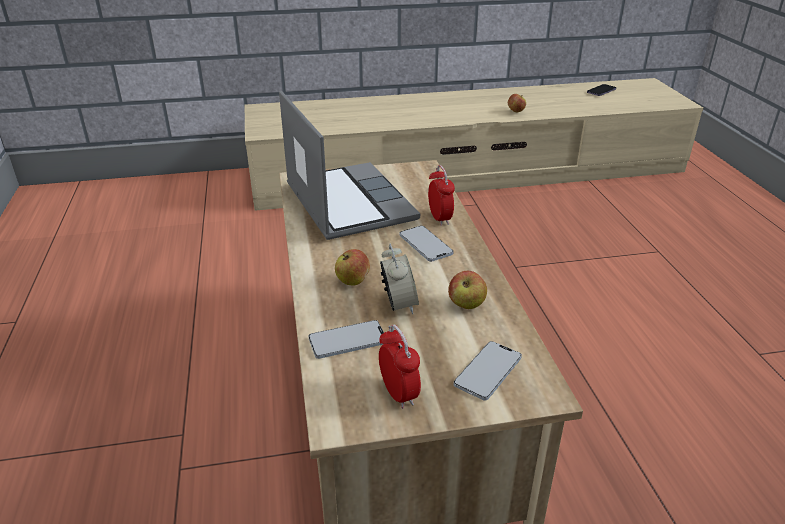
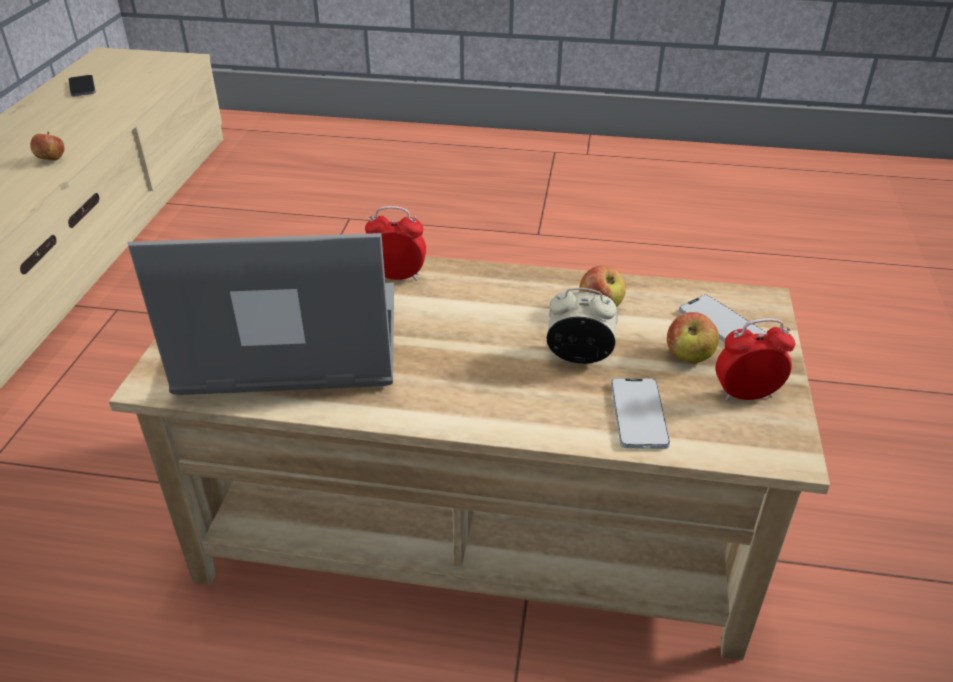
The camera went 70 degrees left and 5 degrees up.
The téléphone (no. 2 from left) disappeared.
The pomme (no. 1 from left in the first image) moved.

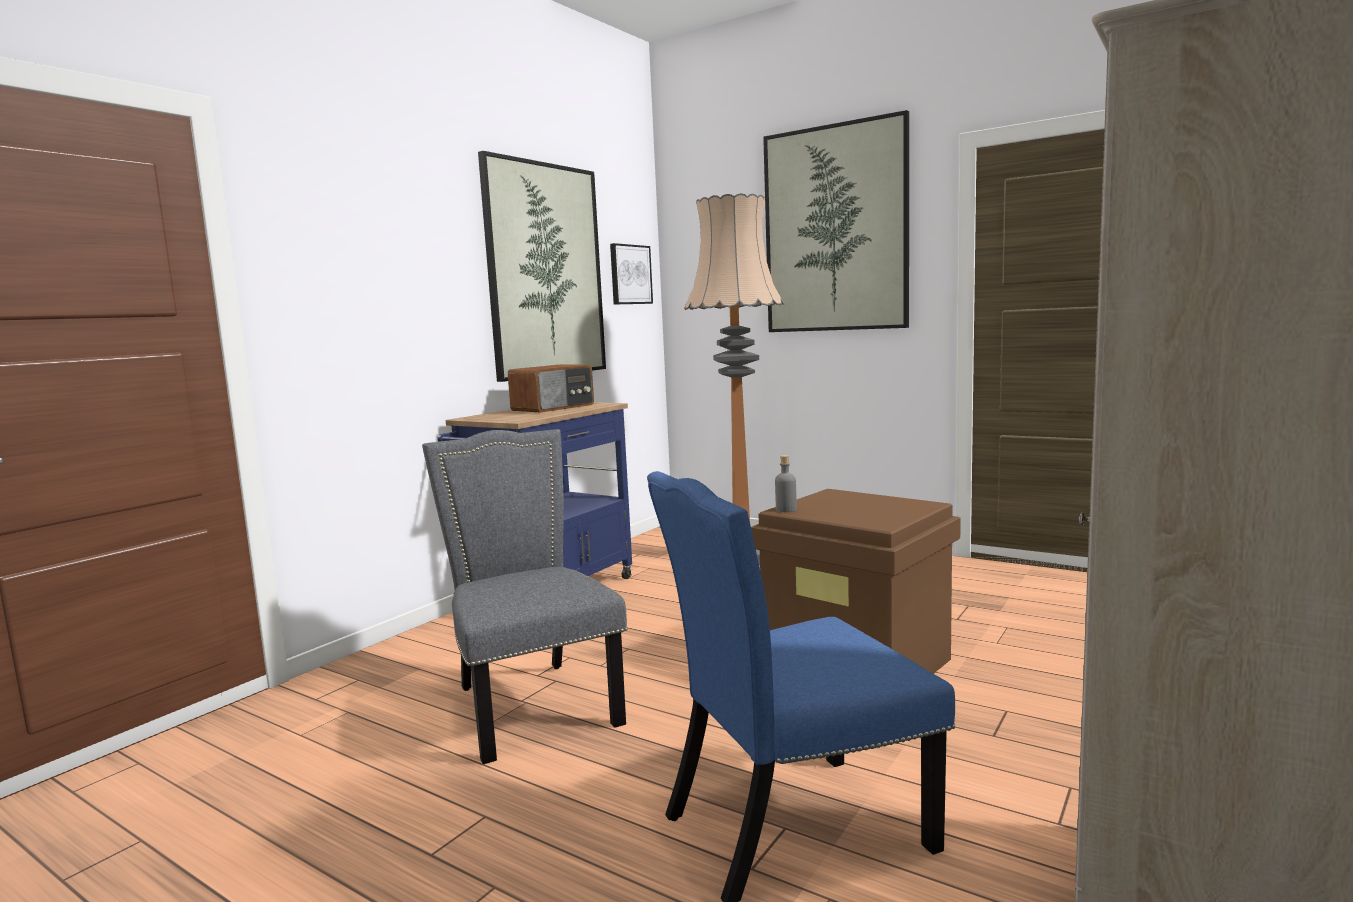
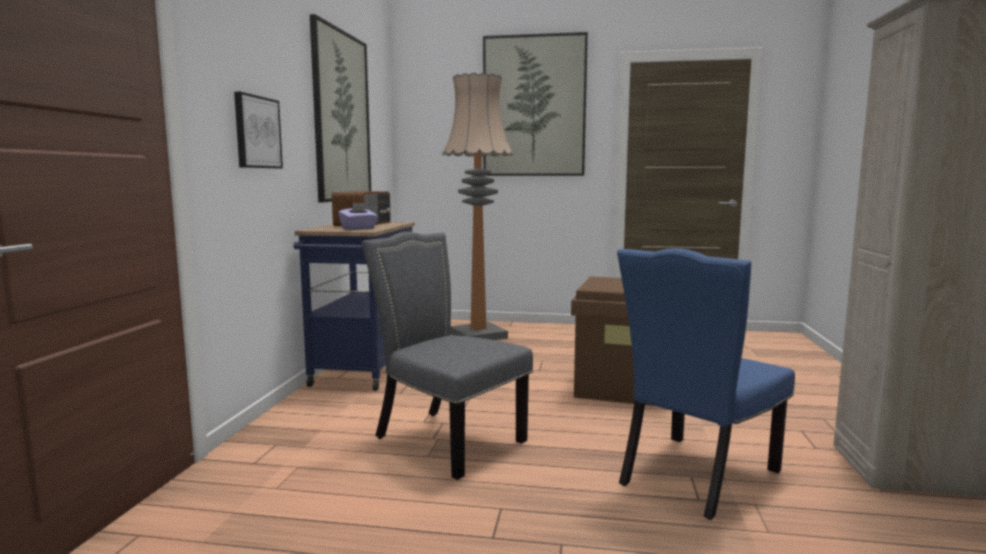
The camera went 25 degrees left and 0 degrees up.
The bouteille [gris] disappeared.
The boîte à mouchoirs [violet] appeared.
The tableau (no. 2 from left in the first image) moved.

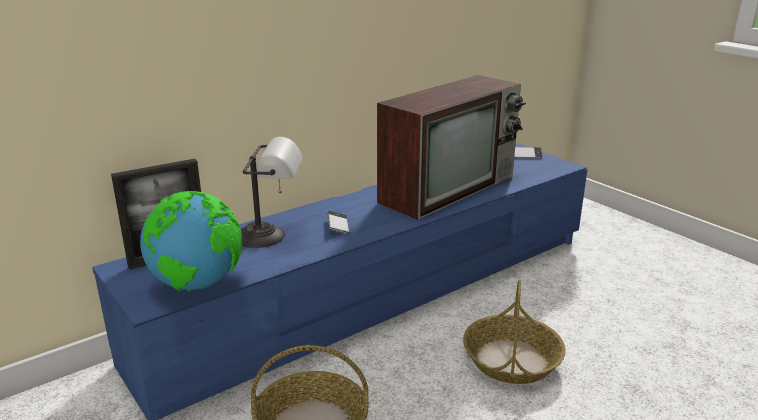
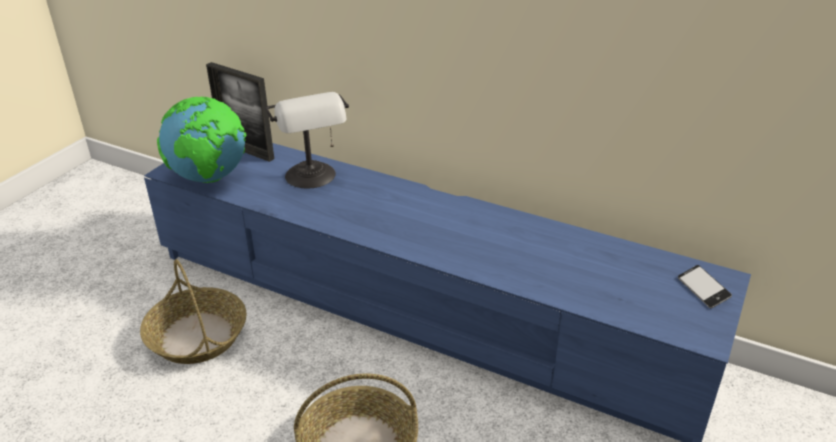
The camera went 65 degrees right and 10 degrees up.
The téléphone (no. 1 from left) disappeared.
The téléviseur disappeared.

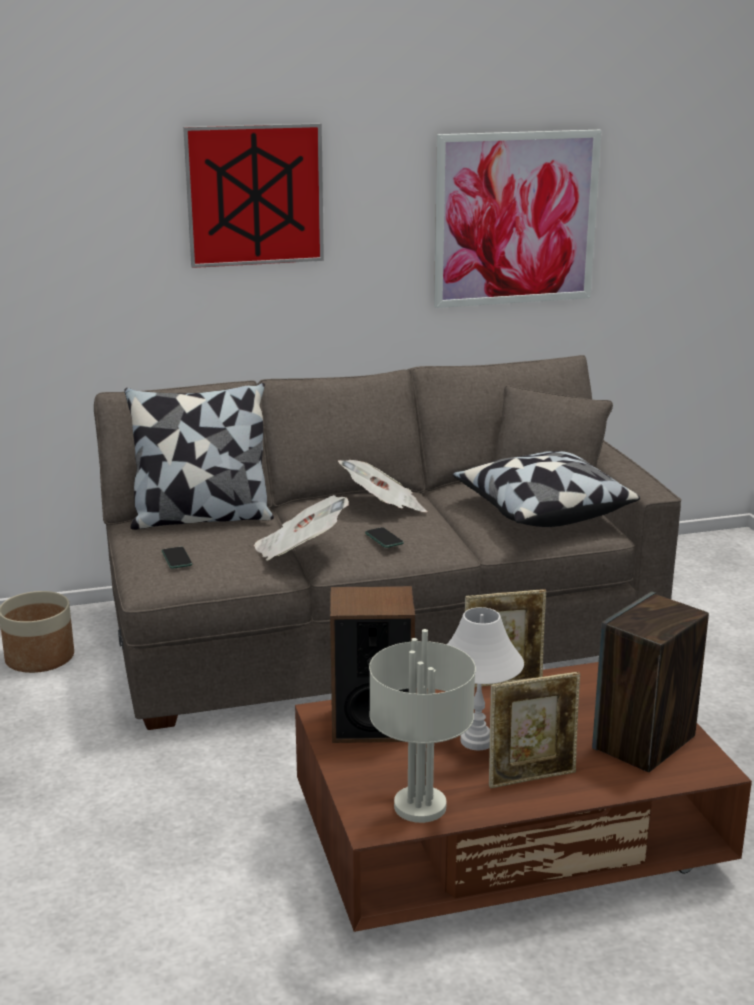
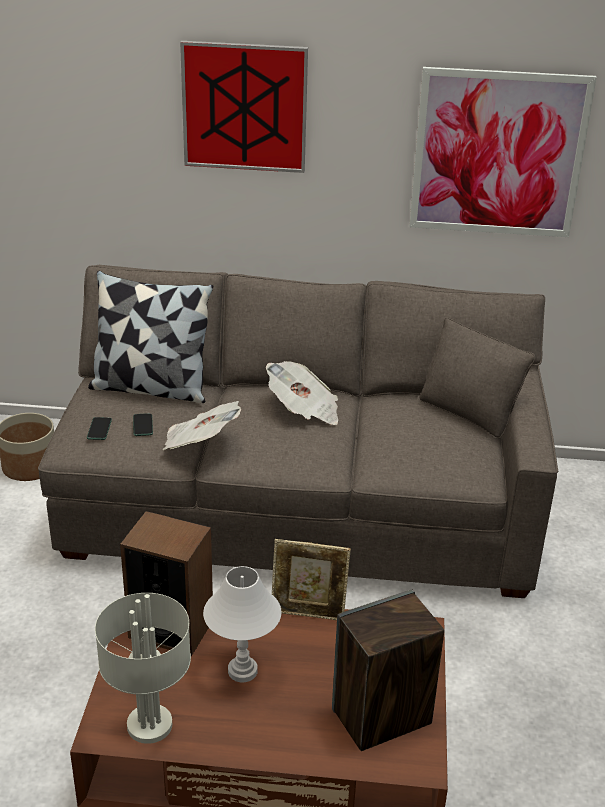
The camera went 20 degrees right and 10 degrees up.
The coussin (no. 2 from left) disappeared.
The cadre photo (no. 2 from left) disappeared.
The téléphone (no. 2 from left) moved.

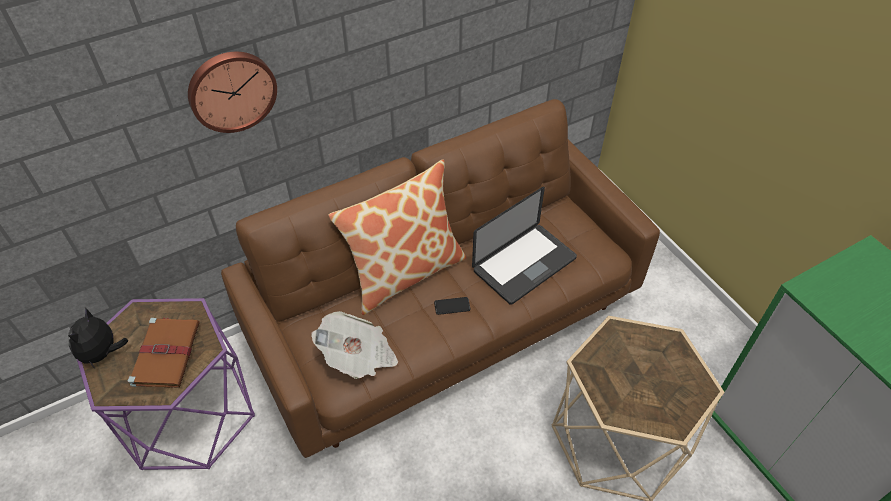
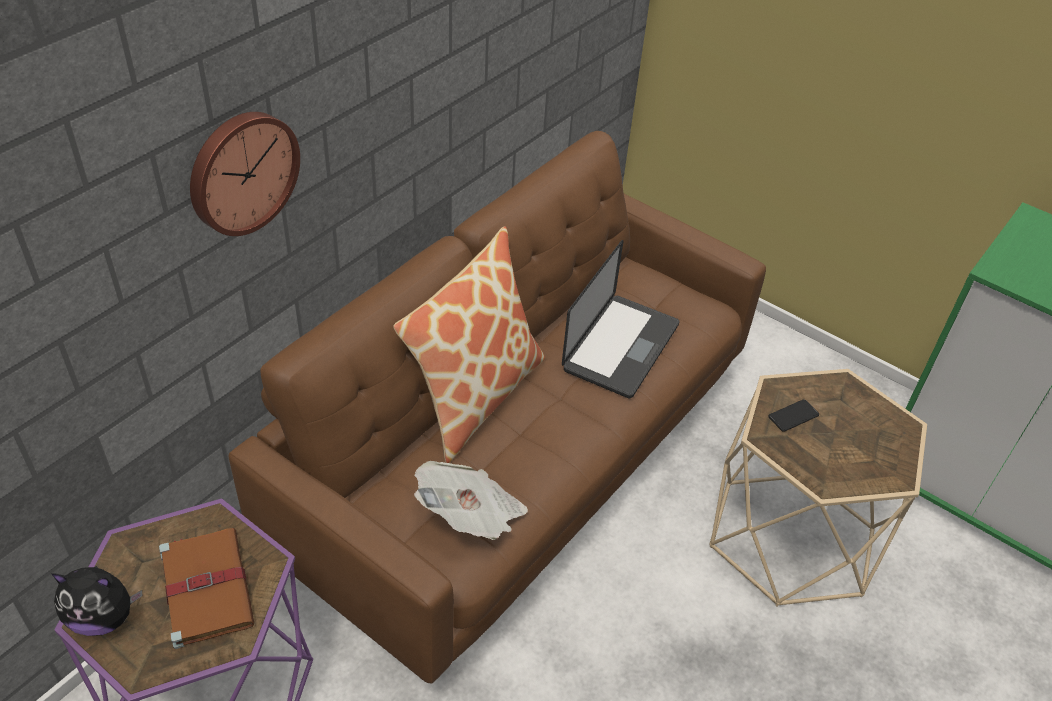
The camera went 25 degrees left and 5 degrees down.
The téléphone moved.
The peluche turned 75 degrees counterclockwise.

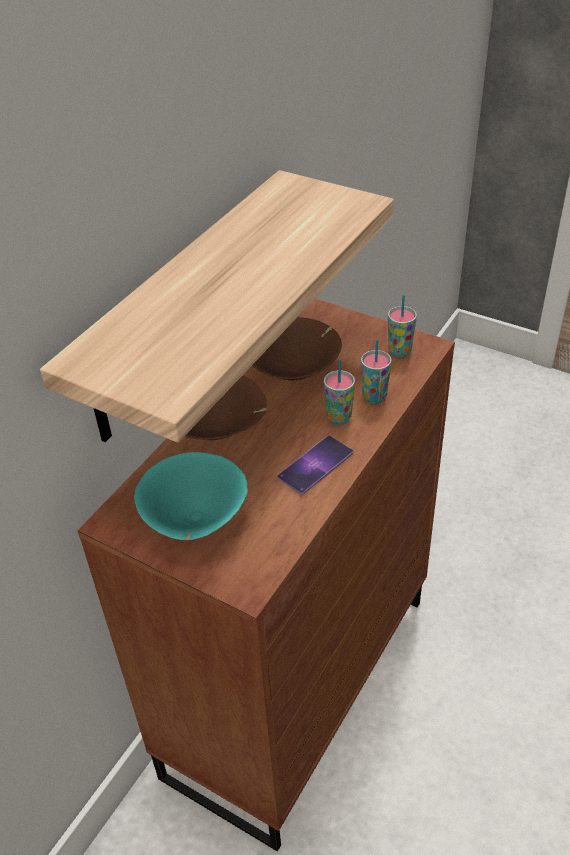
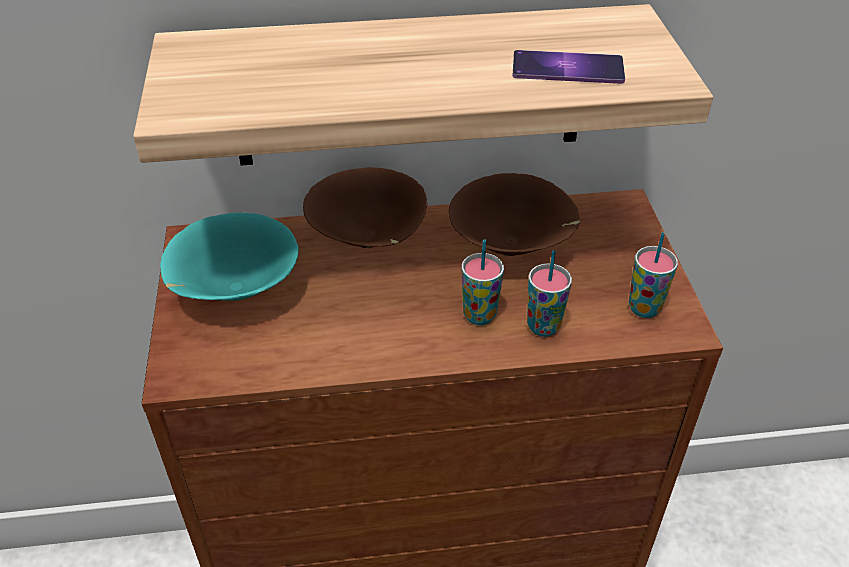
The camera went 50 degrees right and 0 degrees up.
The téléphone moved.

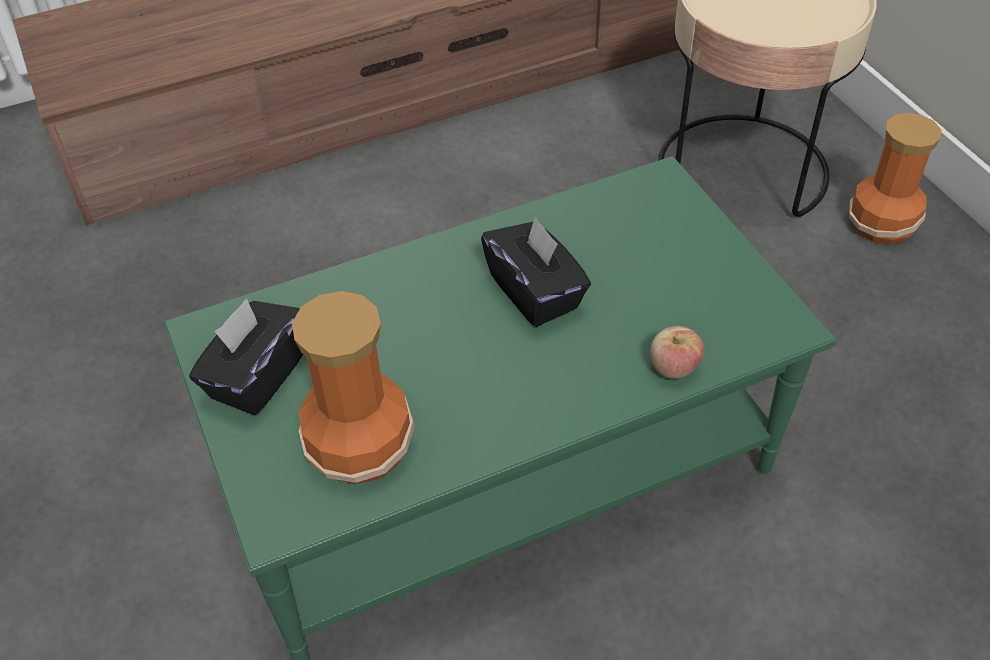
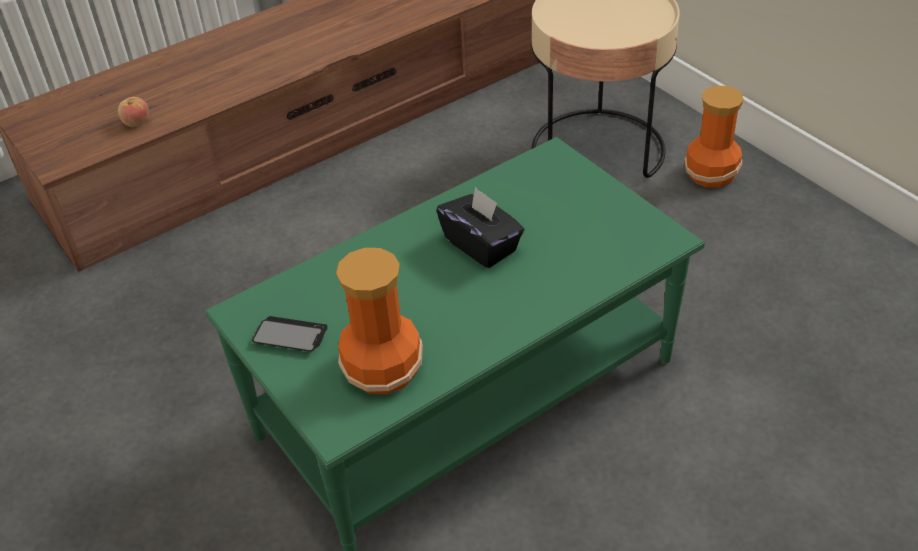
The camera went 10 degrees left and 5 degrees down.
The pomme moved.
The boîte à mouchoirs [noir] (no. 1 from left) was replaced by the téléphone.

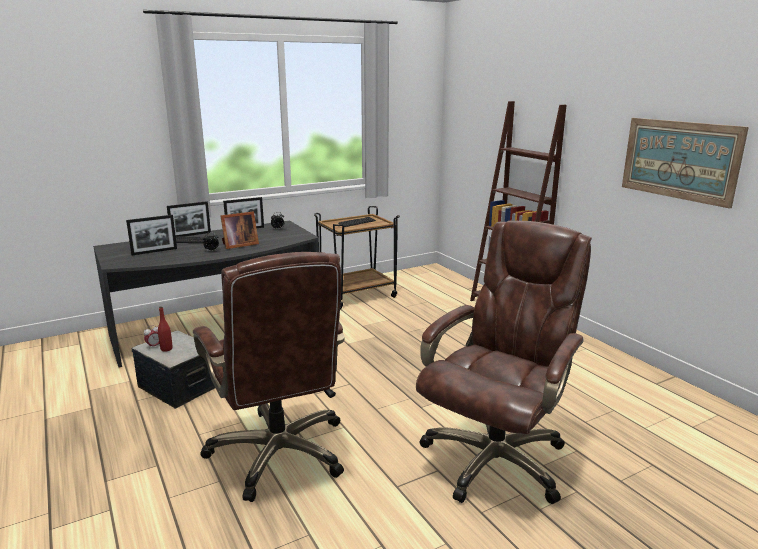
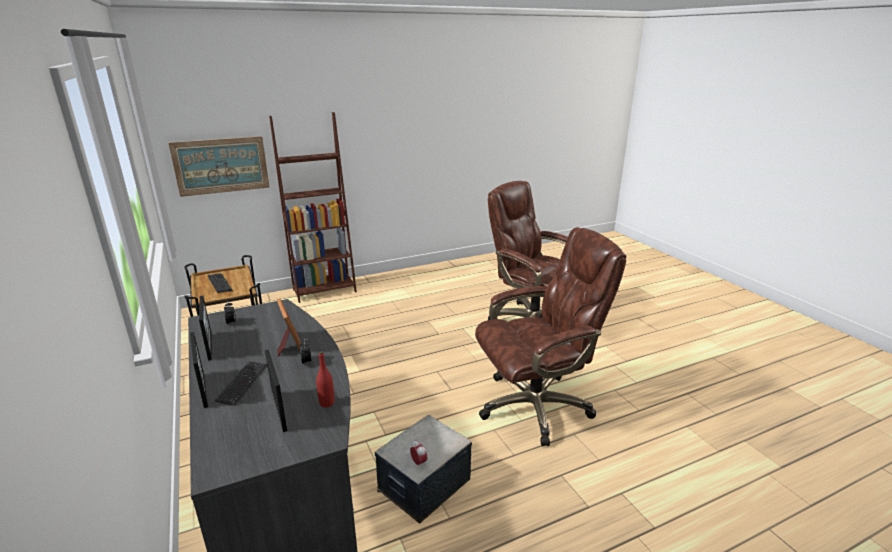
The camera went 85 degrees left and 5 degrees up.
The bouteille [rouge] moved.
The tableau moved.

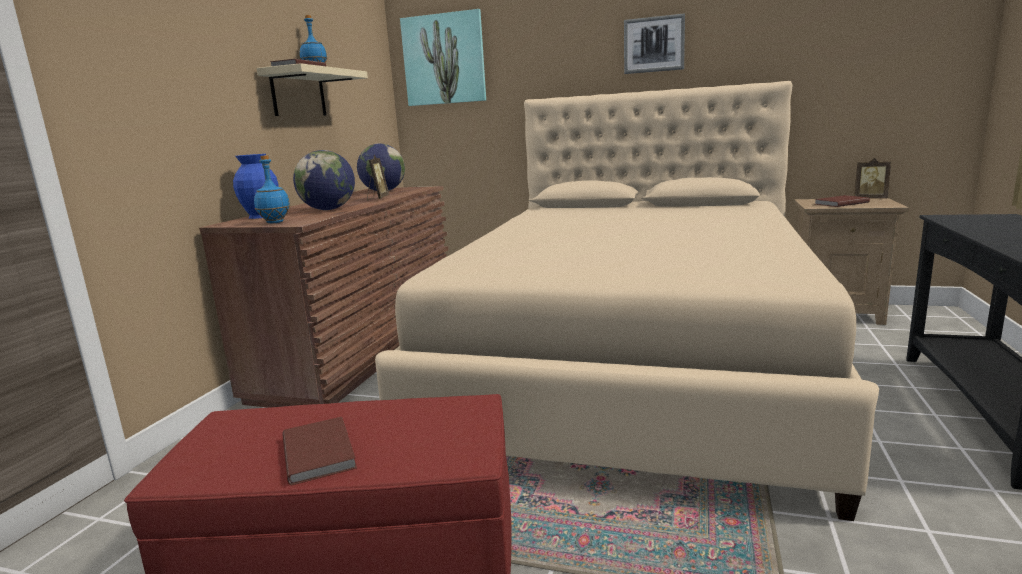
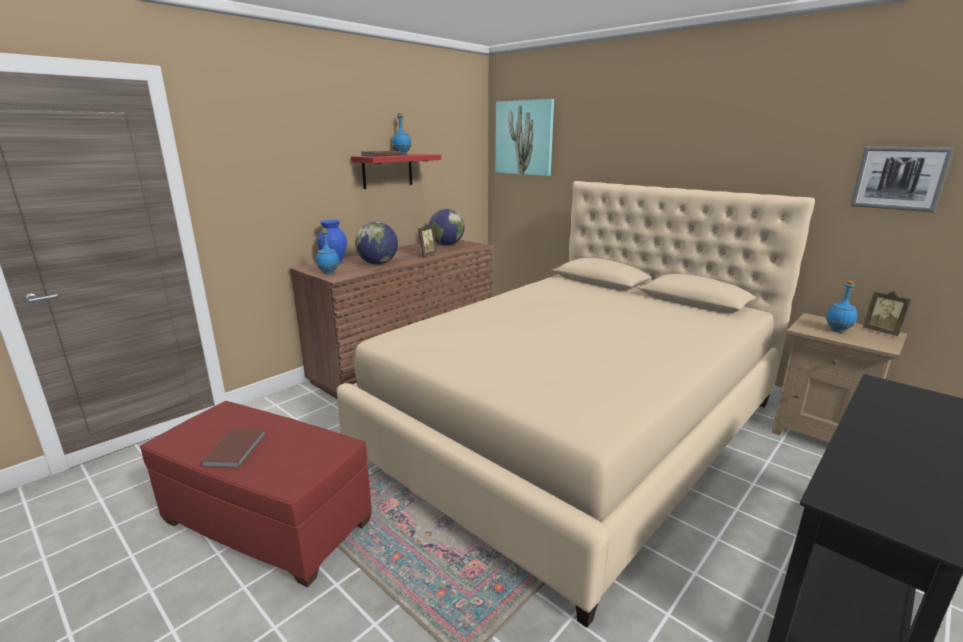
The camera went 25 degrees right and 5 degrees up.
The tableau (no. 2 from left) moved.
The livre [marron] (no. 3 from left) was replaced by the bouteille [bleu] (no. 3 from left).
The étagère [beige] became the étagère [rouge].

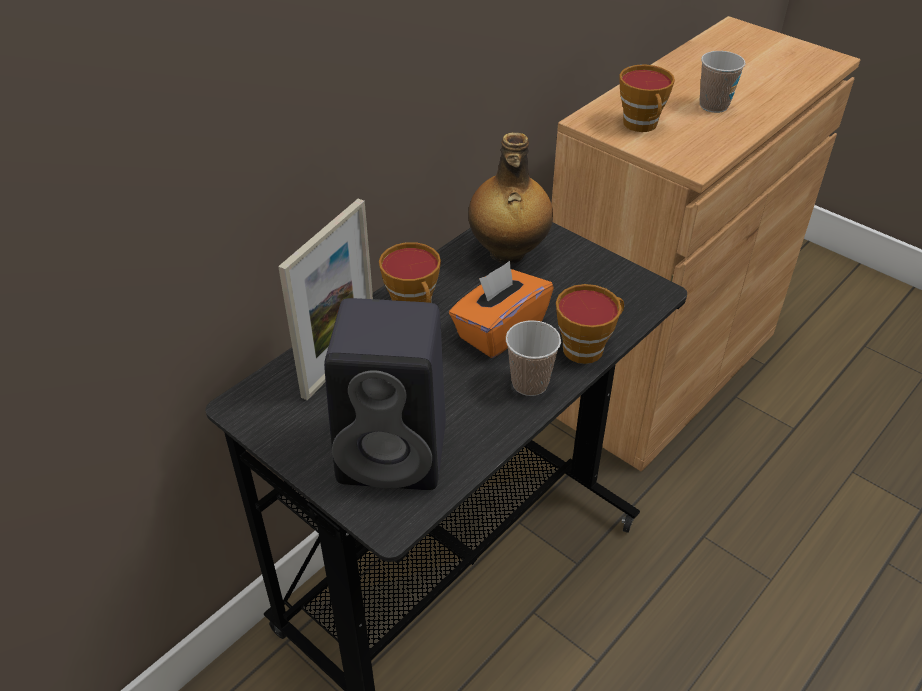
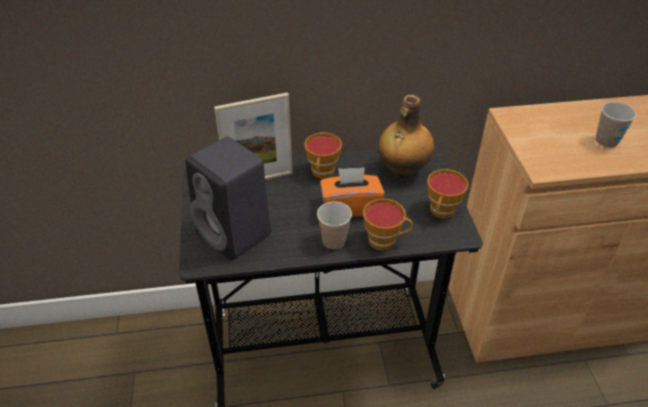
The camera went 40 degrees right and 0 degrees up.
The tasse (no. 4 from left) moved.

